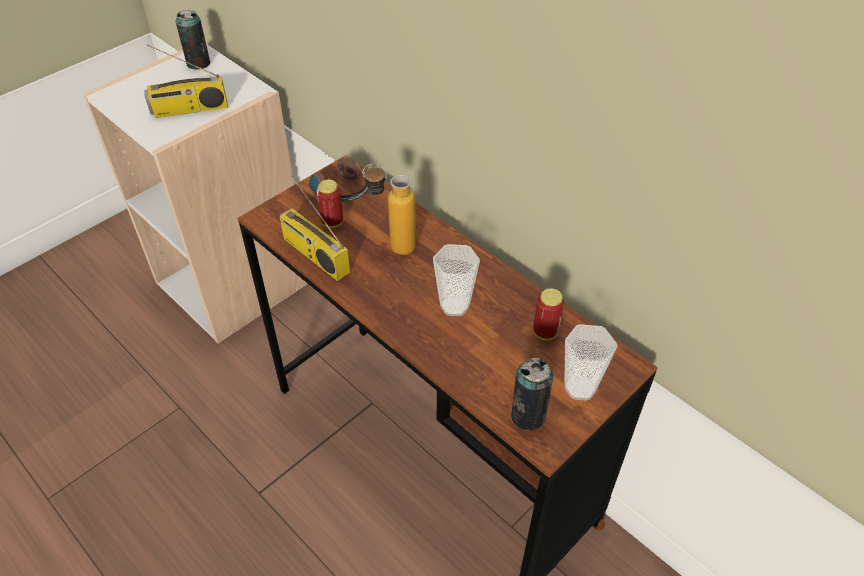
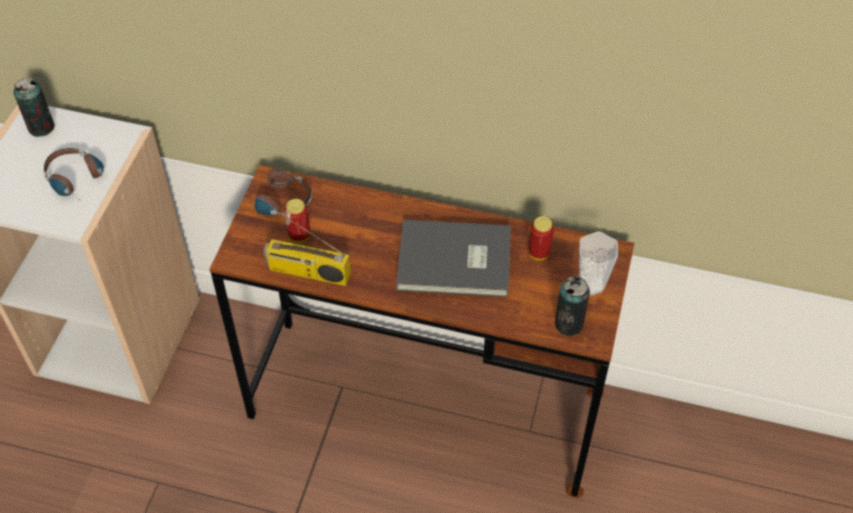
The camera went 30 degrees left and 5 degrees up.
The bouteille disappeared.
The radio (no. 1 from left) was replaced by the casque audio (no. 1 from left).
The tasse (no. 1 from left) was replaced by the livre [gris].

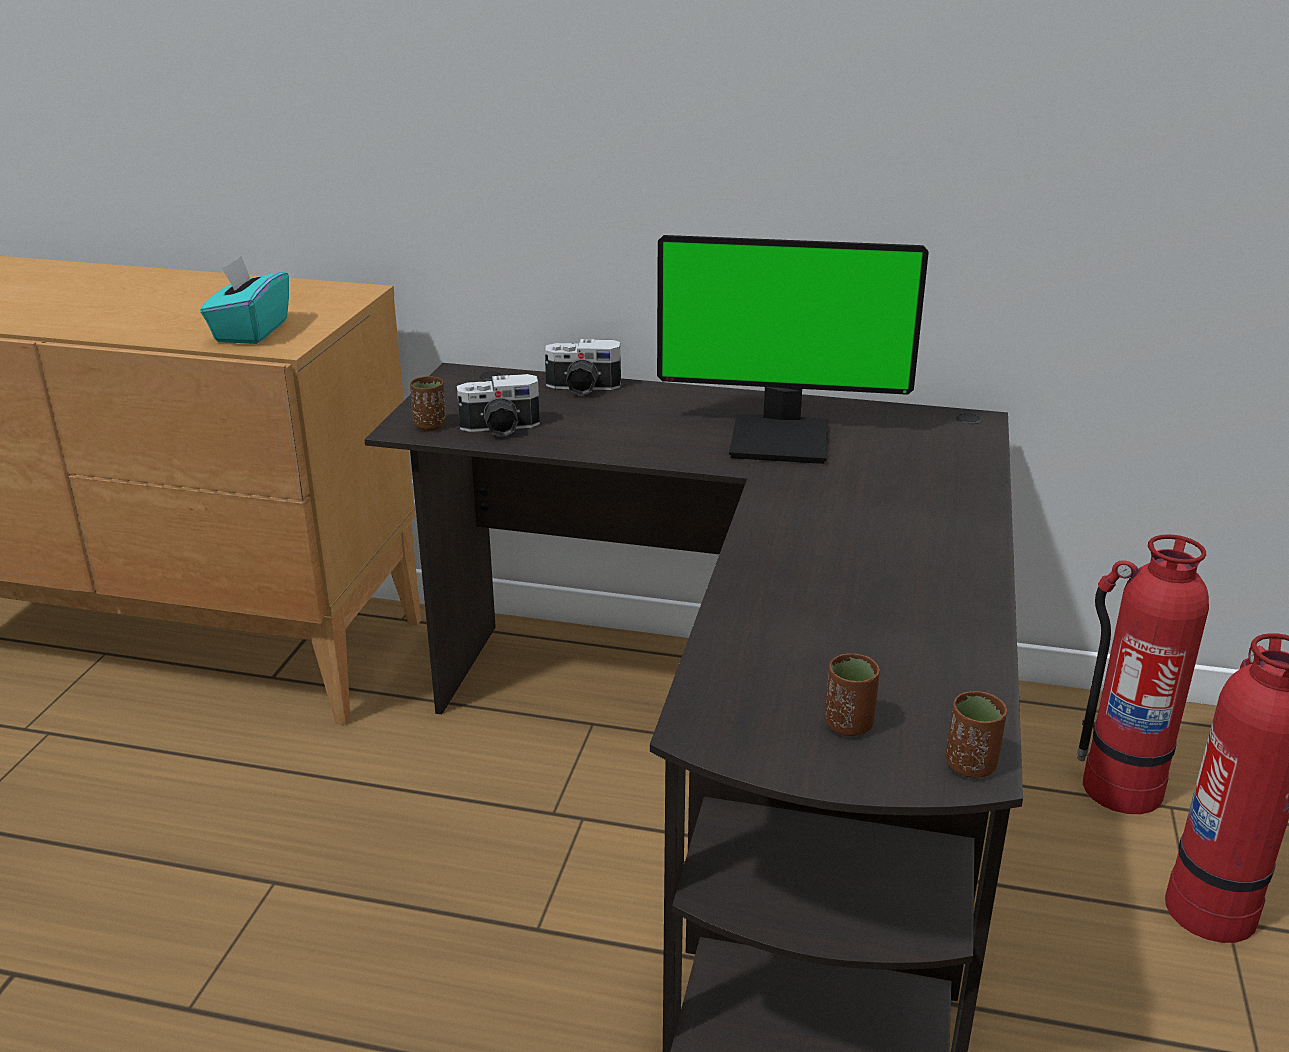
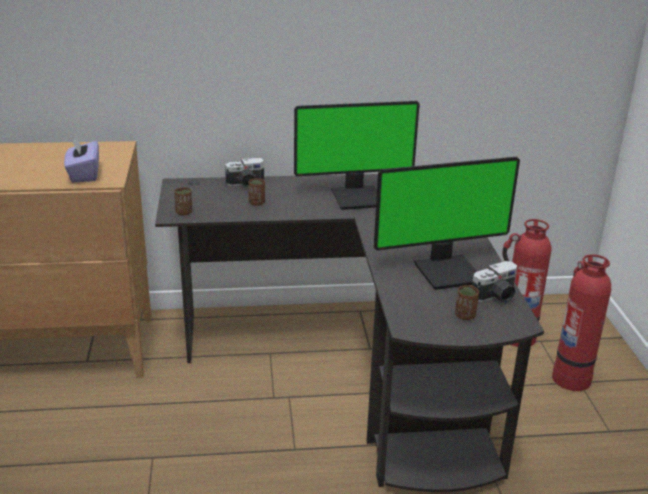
The camera went 20 degrees left and 0 degrees up.
The écran d'ordinateur (no. 2 from left) appeared.
The appareil photo (no. 1 from left in the first image) moved.
The tasse [marron] (no. 3 from left in the first image) moved.
The boîte à mouchoirs [turquoise] became the boîte à mouchoirs [violet].

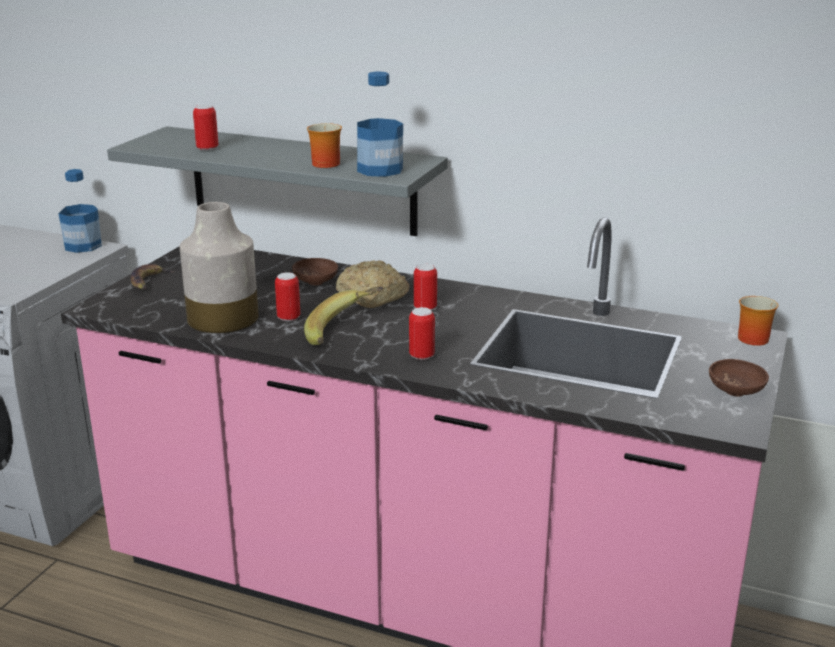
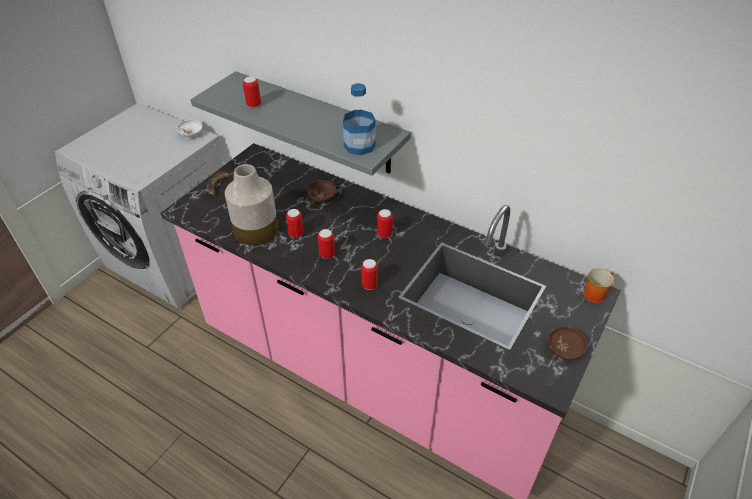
The camera went 10 degrees right and 20 degrees up.
The mug (no. 1 from left) disappeared.
The pain disappeared.
The bouteille (no. 1 from left) was replaced by the bol [blanc].
The banane (no. 2 from left) was replaced by the boîte métallique (no. 3 from left).

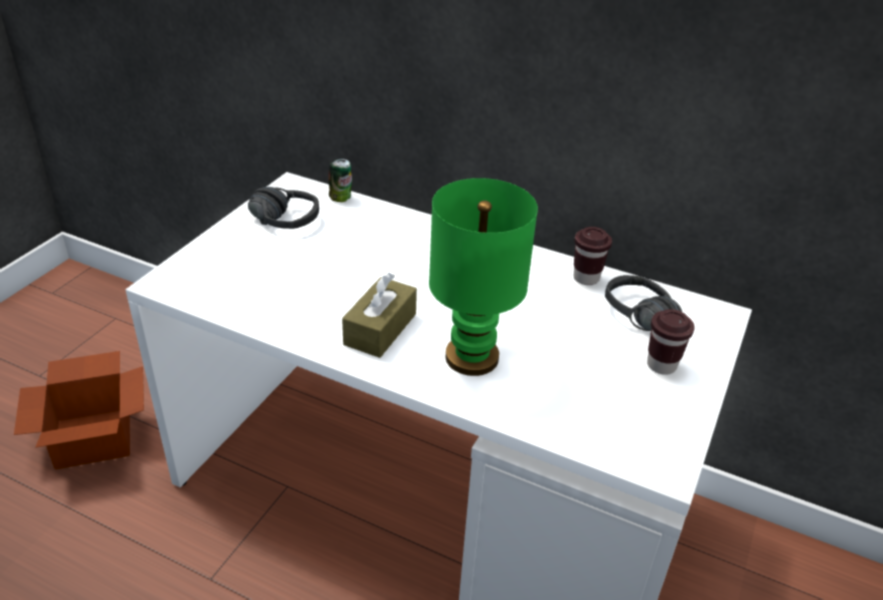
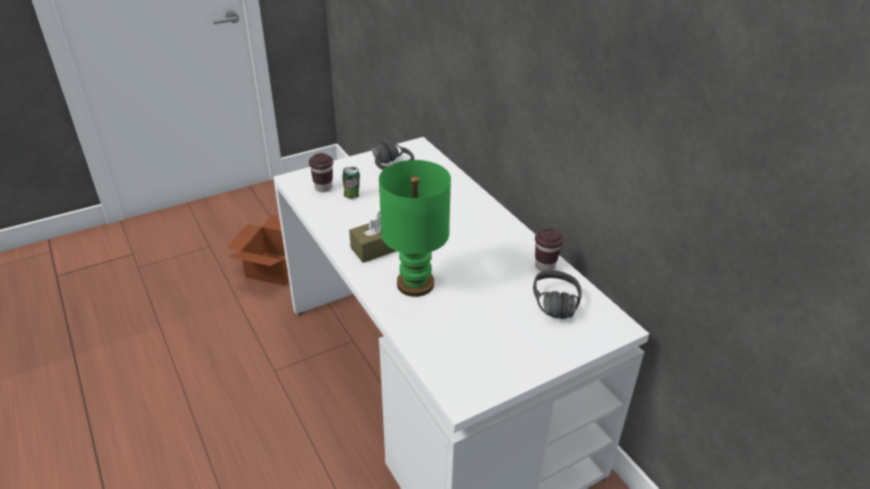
The camera went 35 degrees right and 0 degrees up.
The boîte métallique moved.
The tasse [marron] (no. 2 from left in the first image) moved.

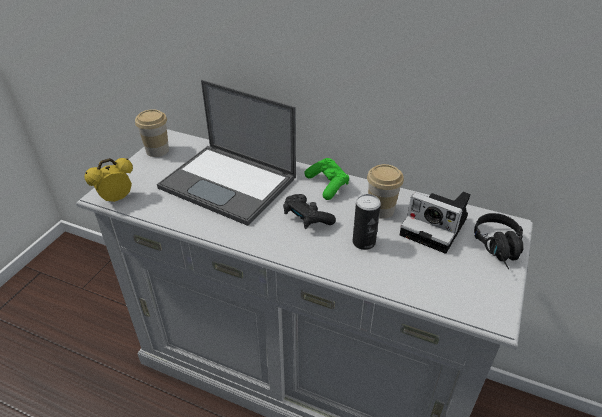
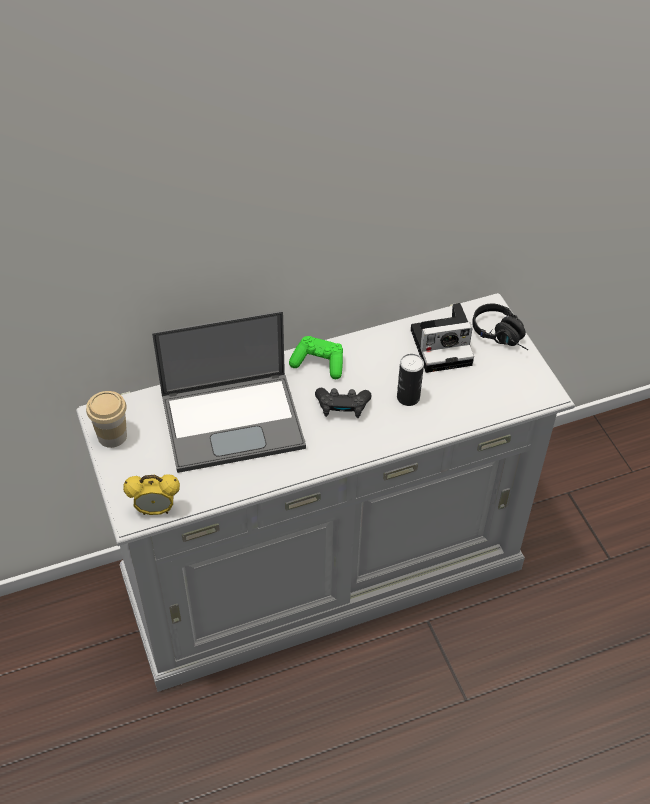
The camera went 45 degrees left and 10 degrees up.
The tasse (no. 2 from left) disappeared.
The réveil turned 105 degrees counterclockwise.

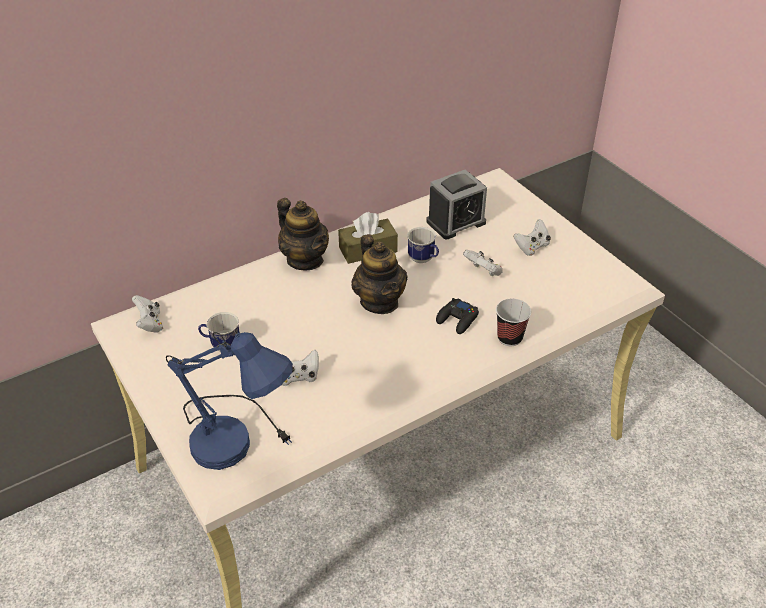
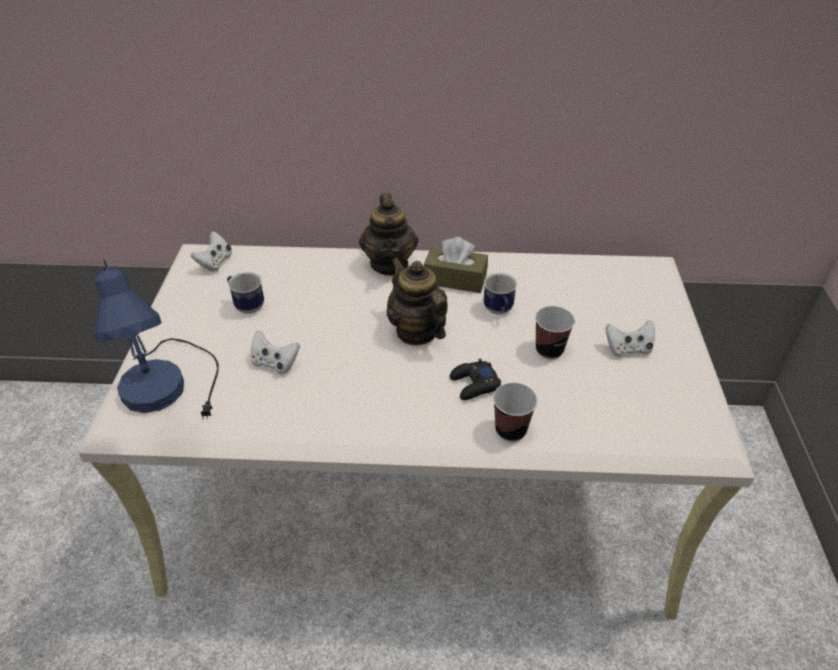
The camera went 35 degrees right and 0 degrees up.
The réveil disappeared.
The manette [blanc] (no. 3 from left) was replaced by the tasse (no. 2 from left).
The théière (no. 2 from left) turned 135 degrees clockwise.

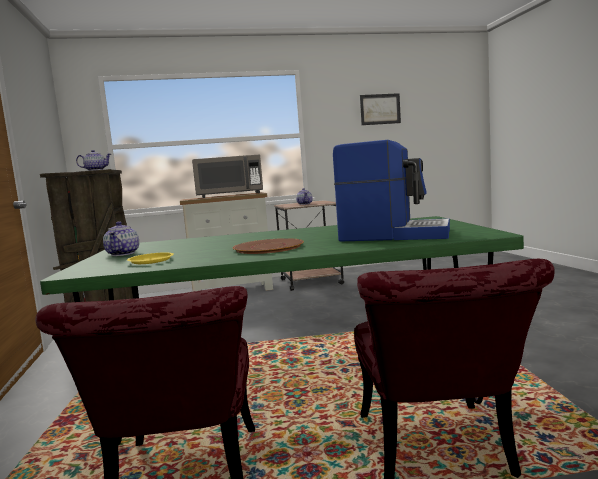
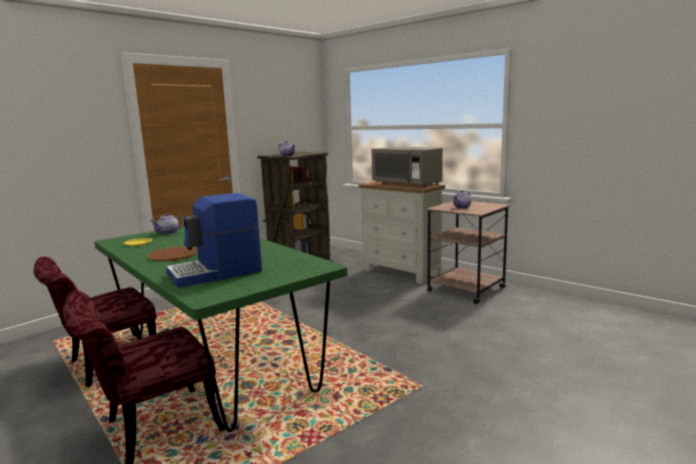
The camera went 55 degrees right and 5 degrees up.
The tableau disappeared.
The machine à café turned 75 degrees clockwise.

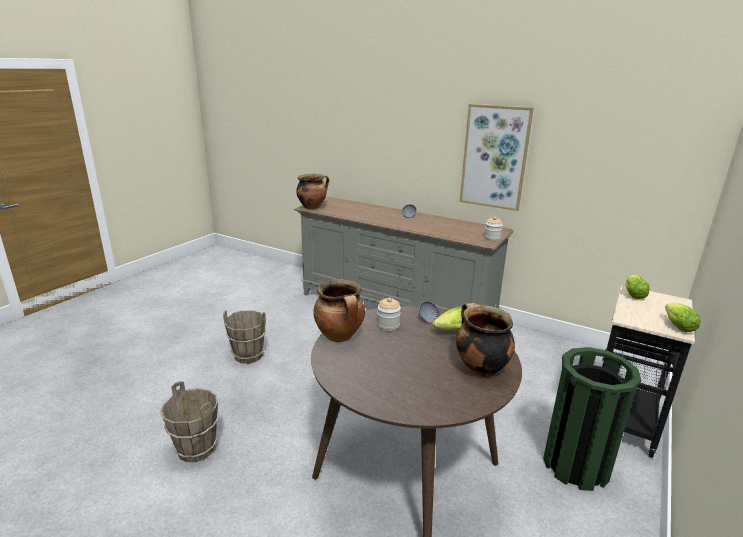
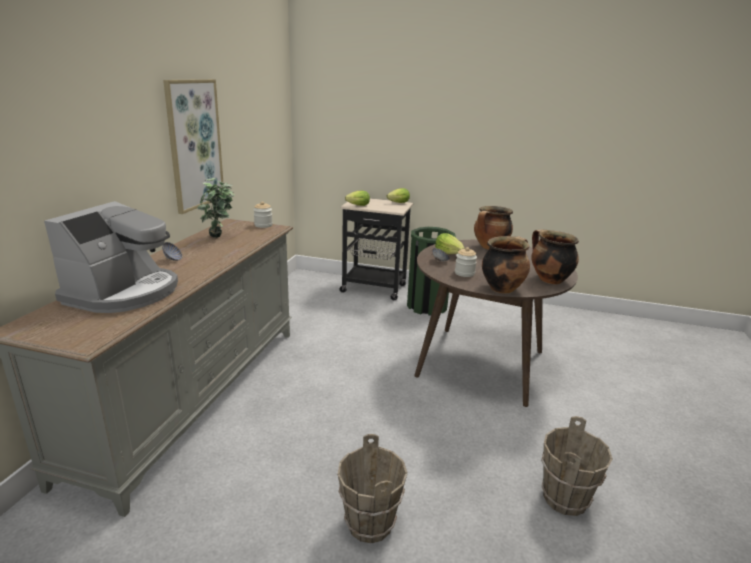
The camera went 105 degrees left and 0 degrees up.
The machine à café appeared.
The plante en pot appeared.
The marmite (no. 1 from left in the first image) moved.

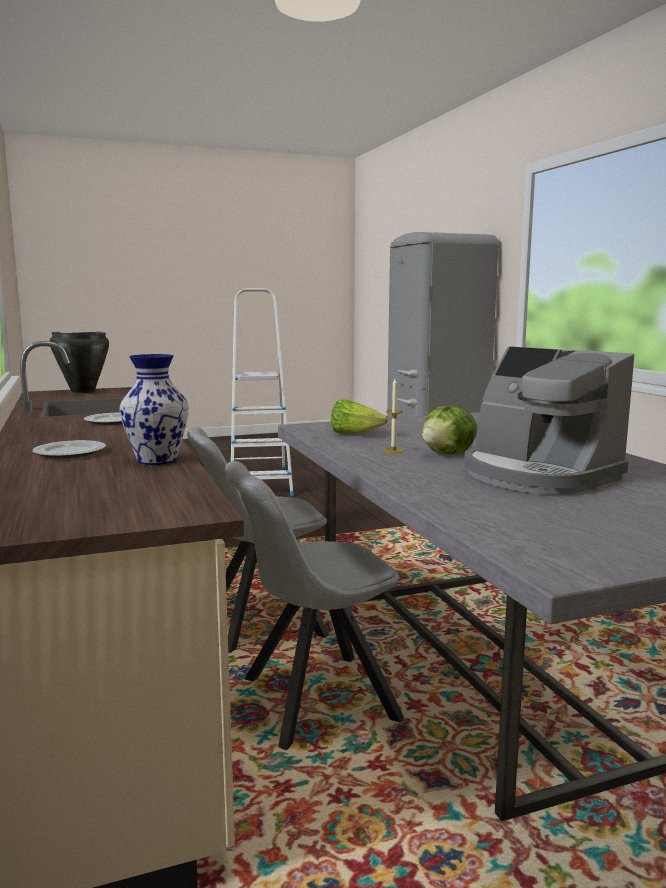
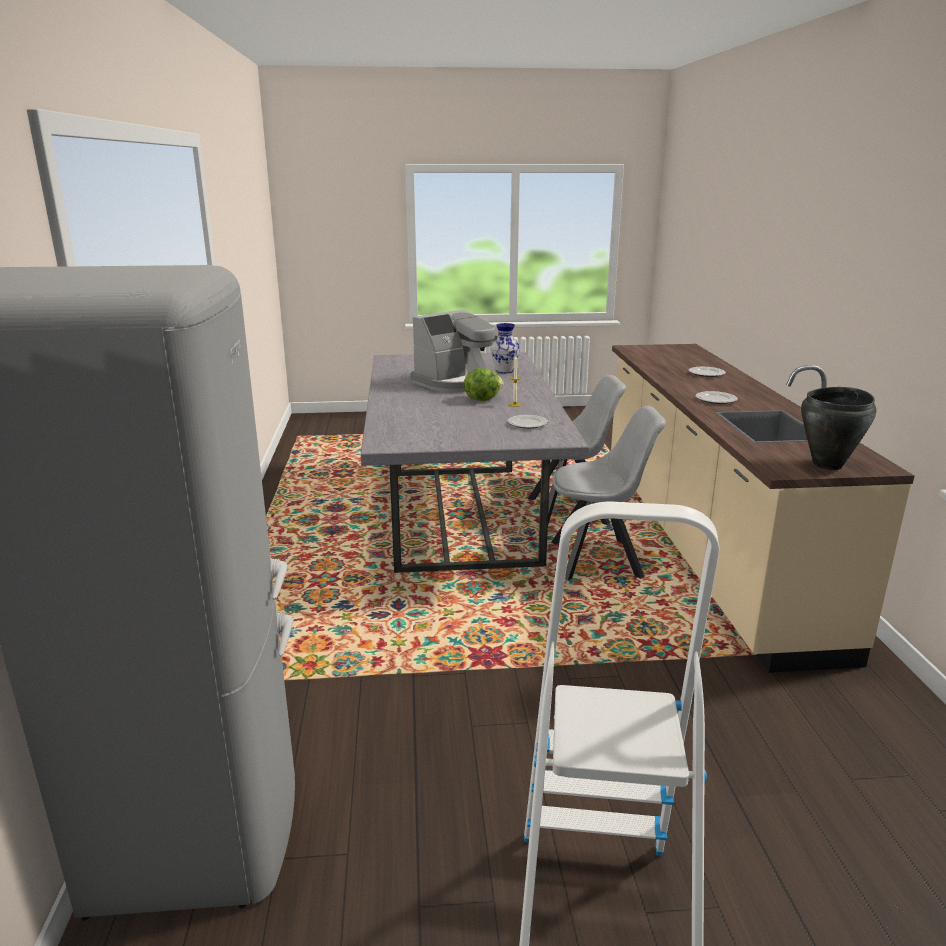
The camera went 165 degrees left and 10 degrees up.
The vase moved.
The laitue (no. 1 from left) was replaced by the assiette (no. 1 from left).
The machine à café turned 75 degrees clockwise.

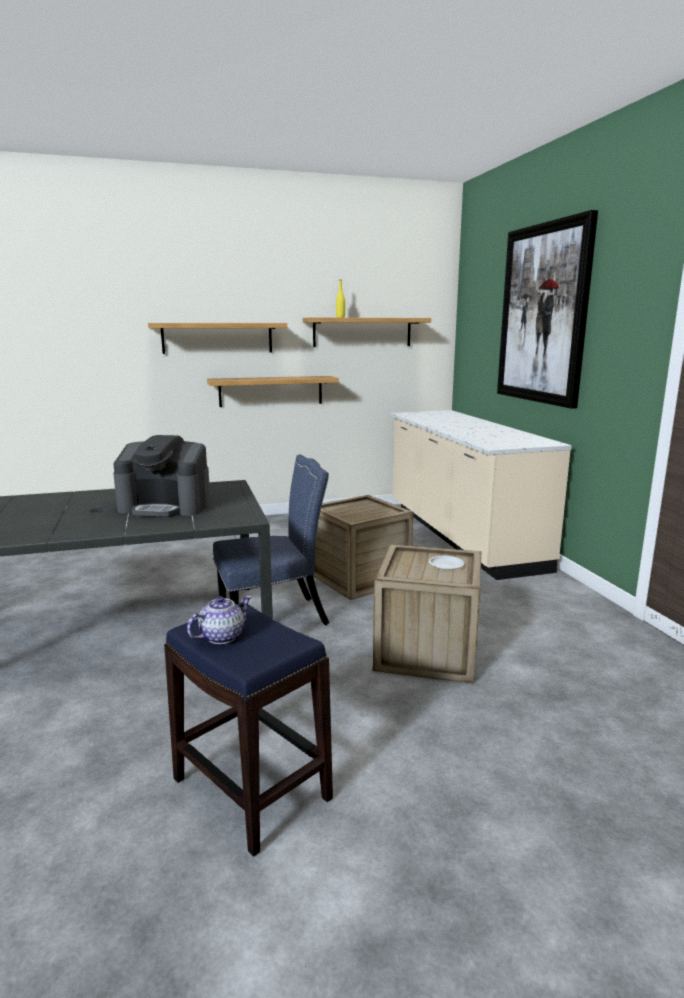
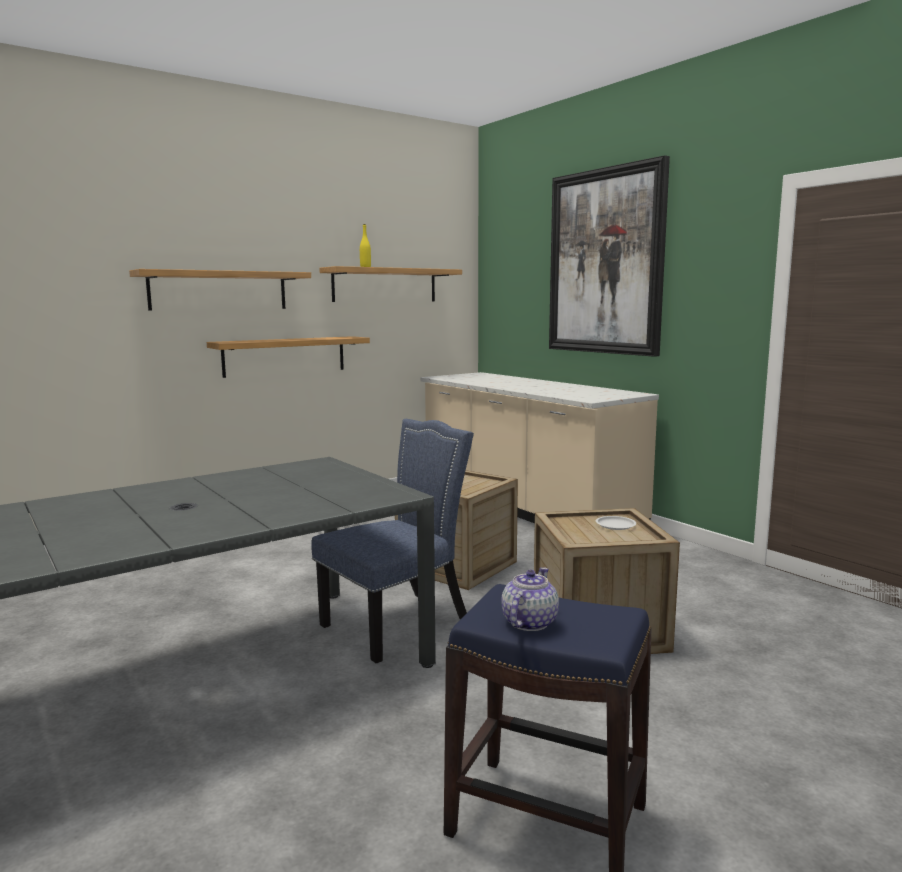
The camera went 20 degrees left and 5 degrees down.
The machine à café disappeared.

